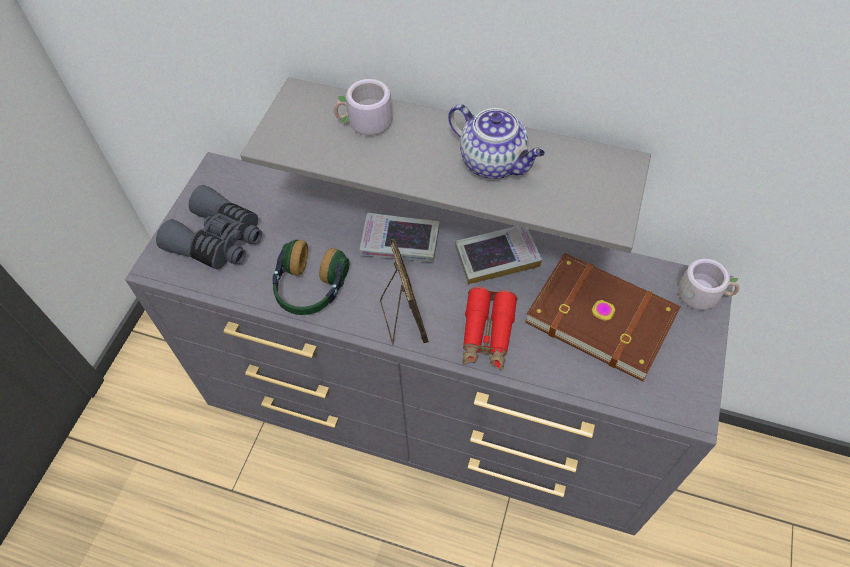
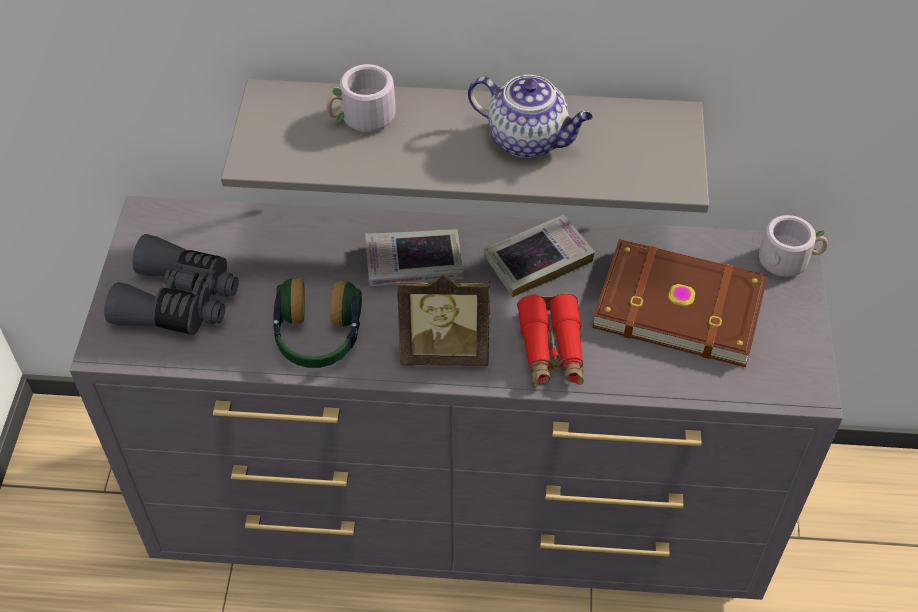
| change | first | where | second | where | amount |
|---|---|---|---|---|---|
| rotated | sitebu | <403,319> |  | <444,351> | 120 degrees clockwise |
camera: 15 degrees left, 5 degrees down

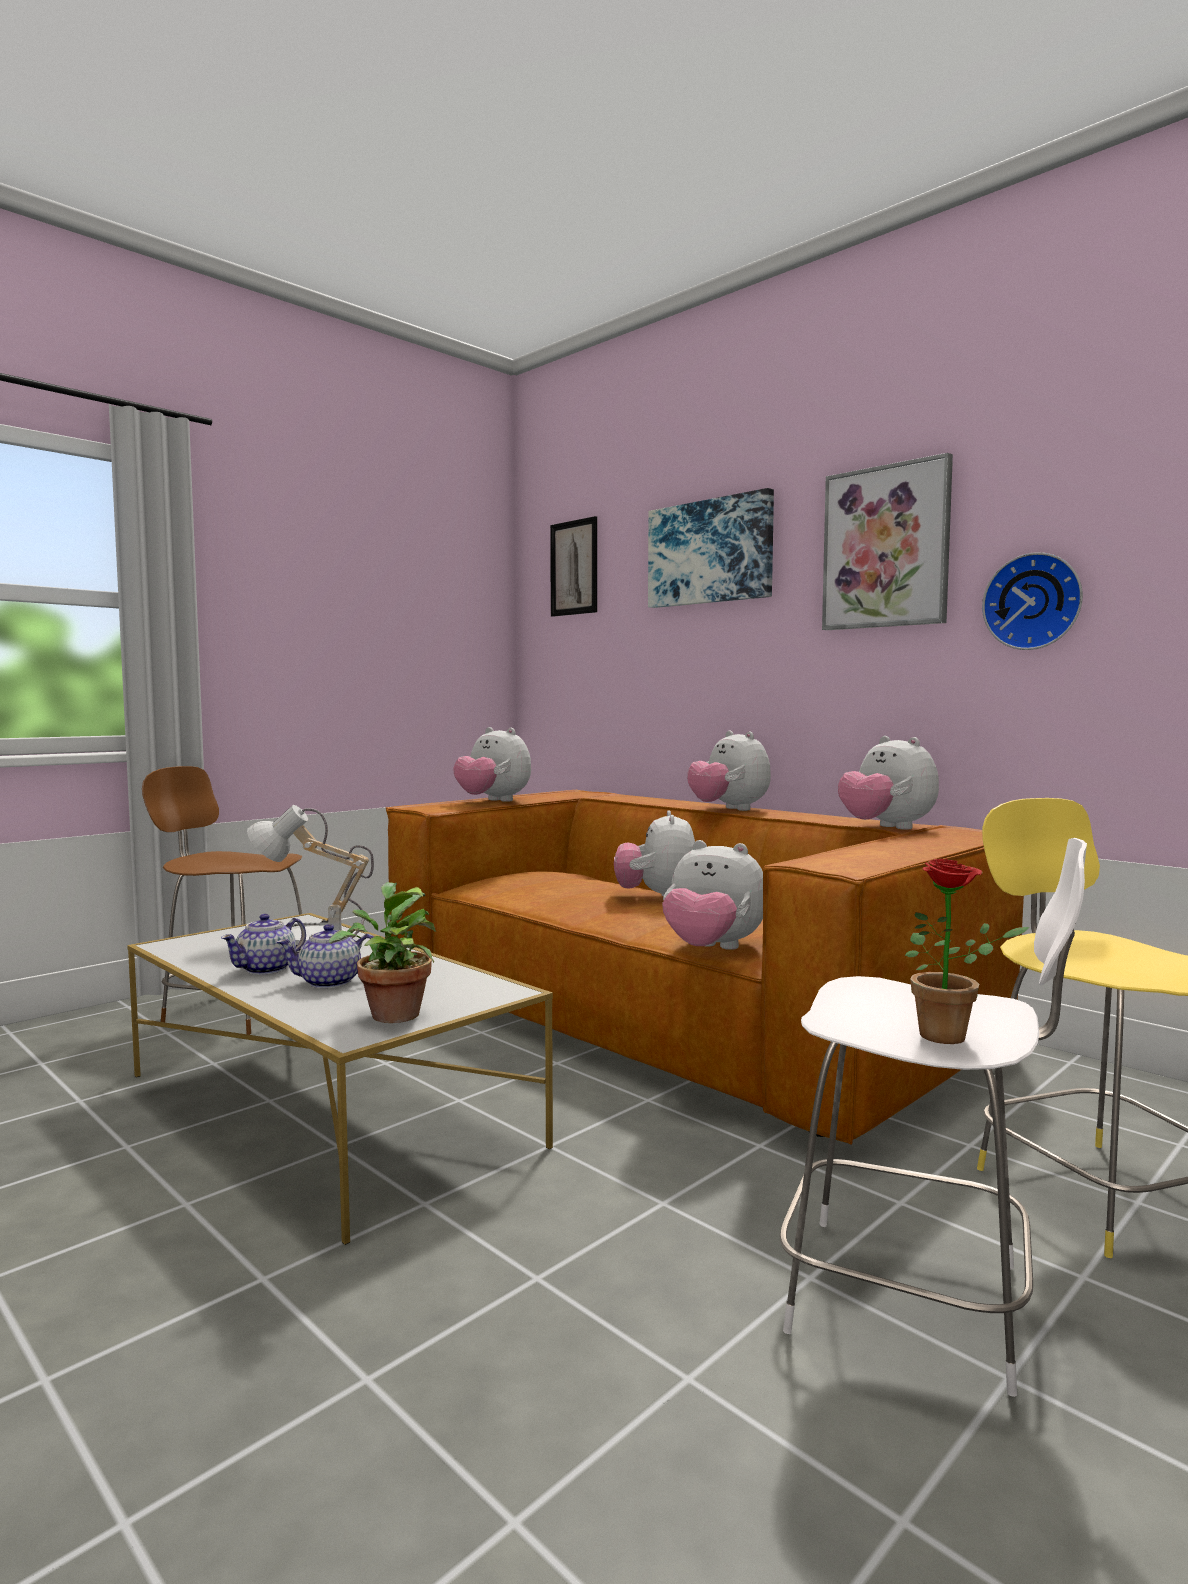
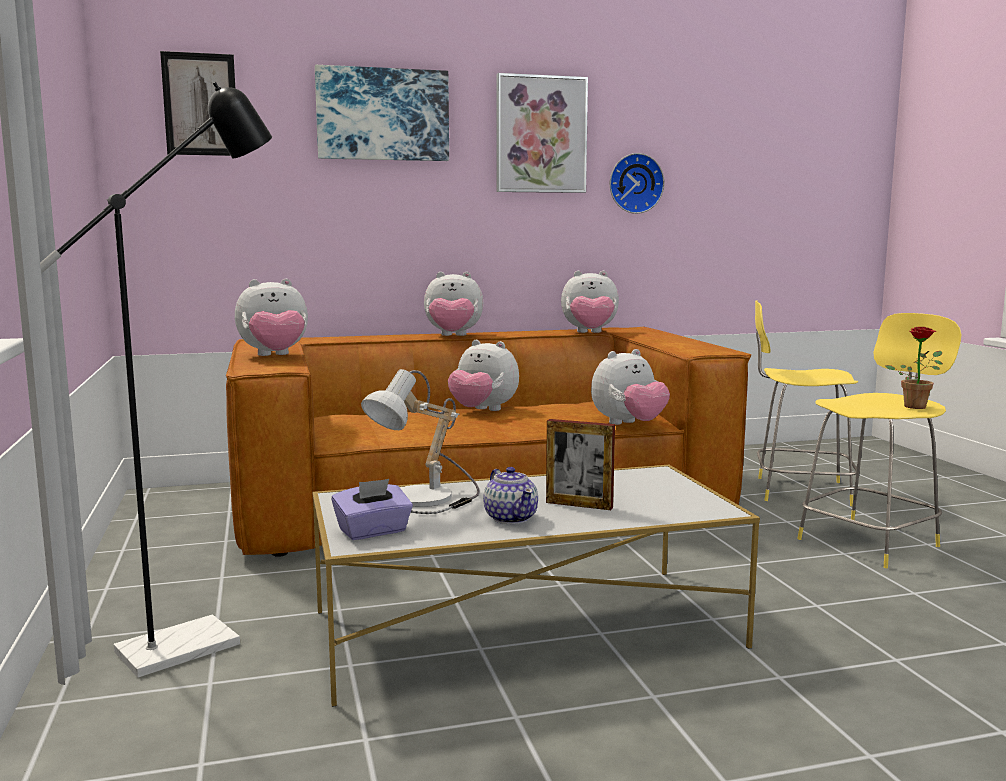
| change | first | where | second | where | amount |
|---|---|---|---|---|---|
| swapped | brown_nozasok | <236,1010> | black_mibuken | <198,641> |  |
| swapped | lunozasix | <331,982> | sitebu | <579,505> |  |
| gone | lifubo | <392,1013> |  |  |  |
| repainted | white_nozasok | <916,1301> | yellow_nozasok | <871,541> |  |
| new |  |  | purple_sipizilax | <373,531> |  |
camera: 60 degrees left, 5 degrees up

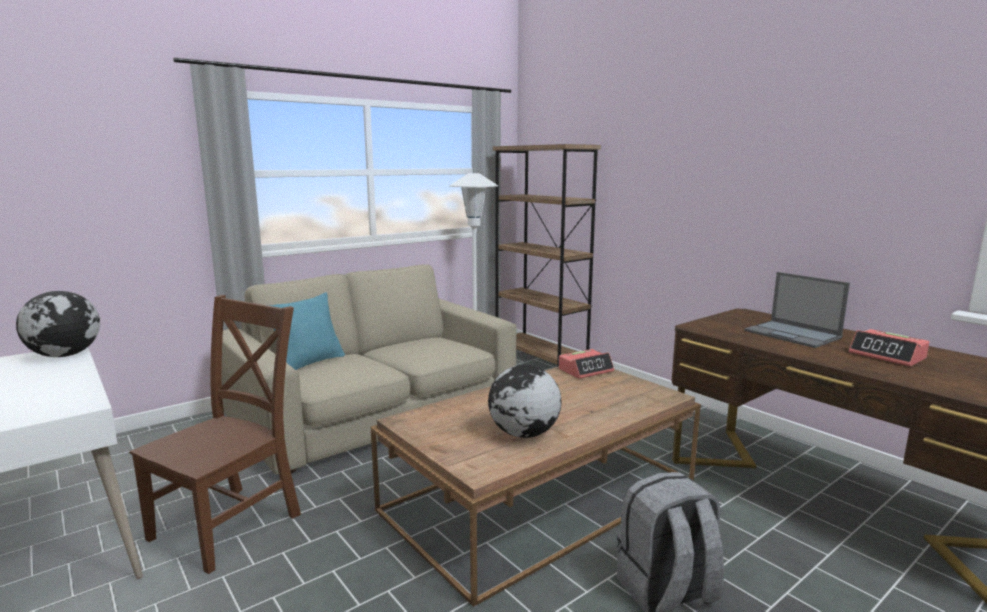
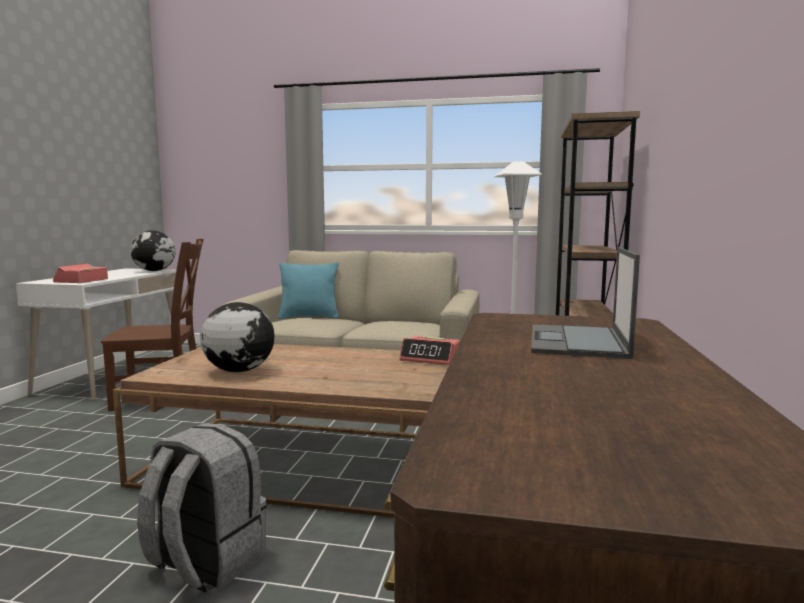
| change | first | where | second | where | amount |
|---|---|---|---|---|---|
| shifted | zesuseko | <887,356> |  | <81,281> |  |
camera: 50 degrees right, 5 degrees down

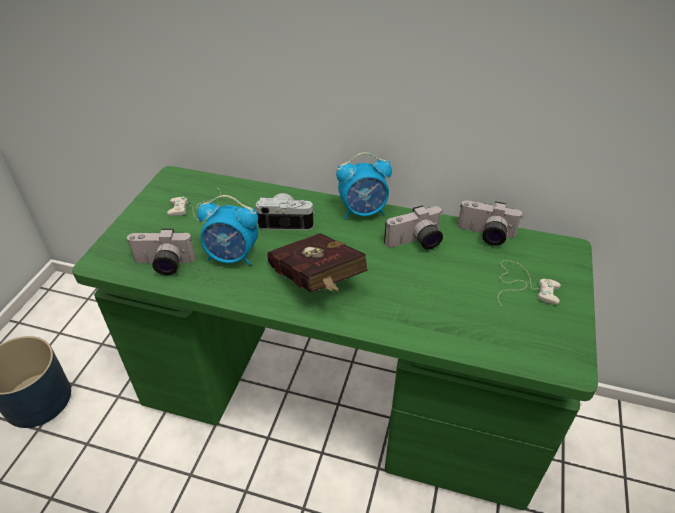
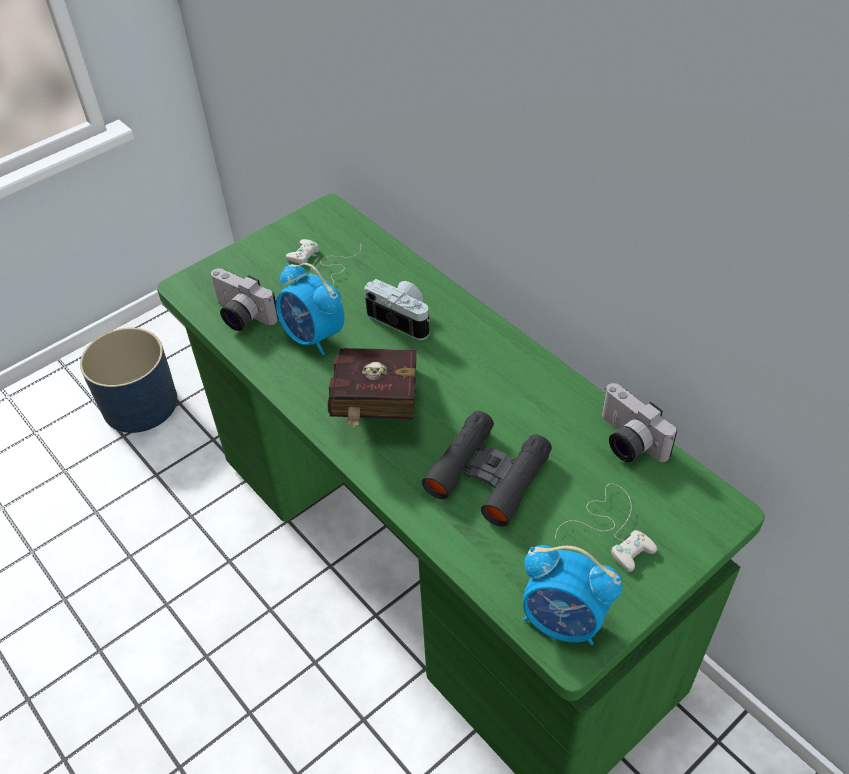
| change | first | where | second | where | amount |
|---|---|---|---|---|---|
| shifted | zesuseko | <363,211> |  | <564,621> |  |
| gone | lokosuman | <416,243> |  |  |  |
| new |  |  | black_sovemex | <488,474> |  |
camera: 35 degrees right, 5 degrees up

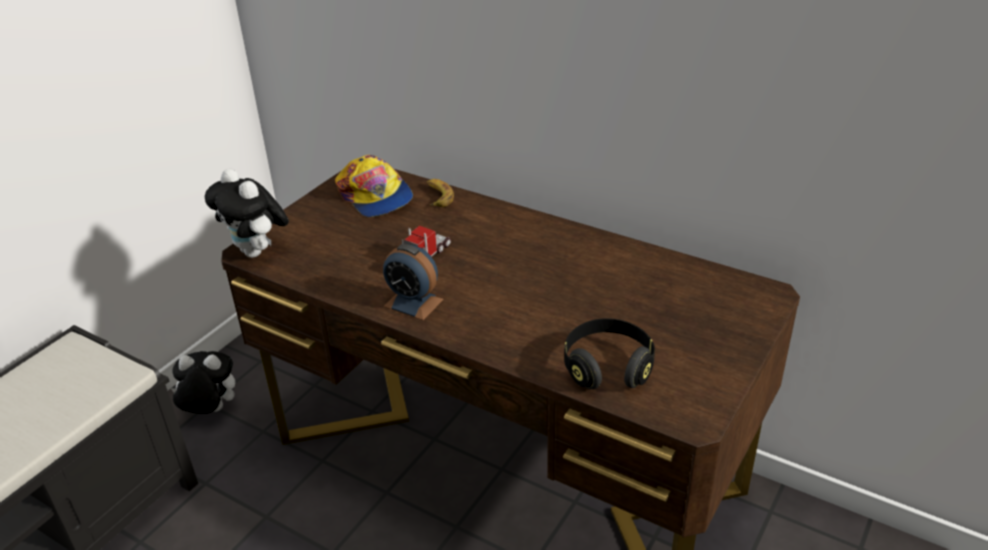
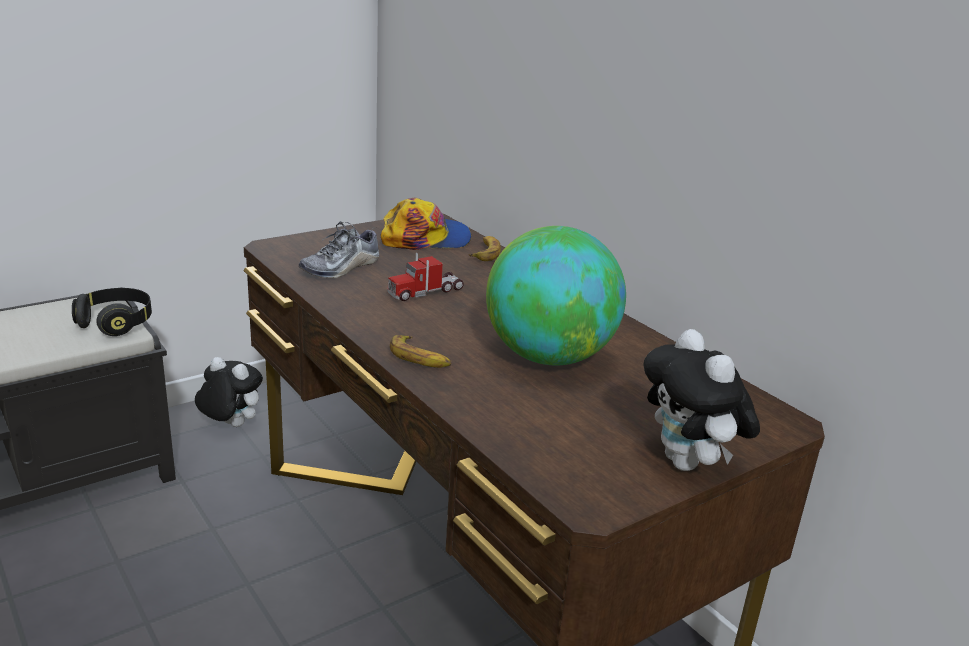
| change | first | where | second | where | amount |
|---|---|---|---|---|---|
| shifted | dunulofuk | <257,252> |  | <688,464> |  |
| rotated | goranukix | <375,196> |  | <426,238> | 90 degrees counterclockwise |
| gone | zesuseko | <413,303> |  |  |  |
| shifted | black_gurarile | <607,367> |  | <116,323> |  |
| new |  |  | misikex | <341,268> |  |
| new |  |  | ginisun | <420,358> |  |
| new |  |  | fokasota | <548,357> |  |
camera: 20 degrees right, 10 degrees down

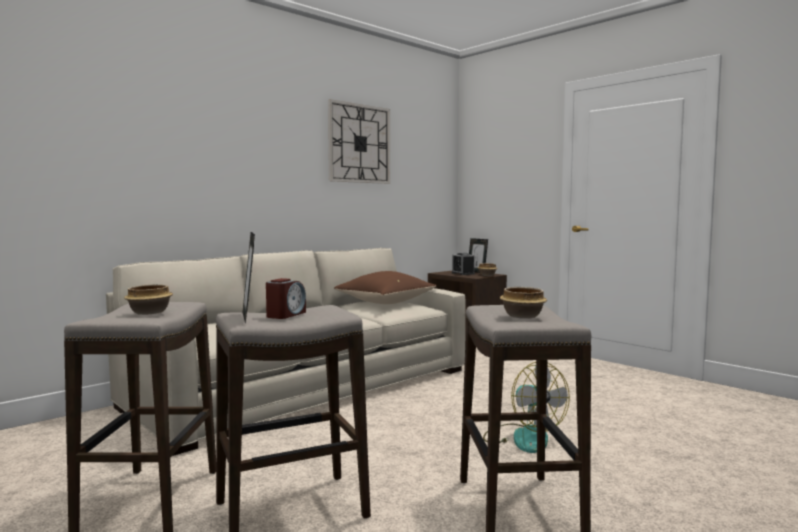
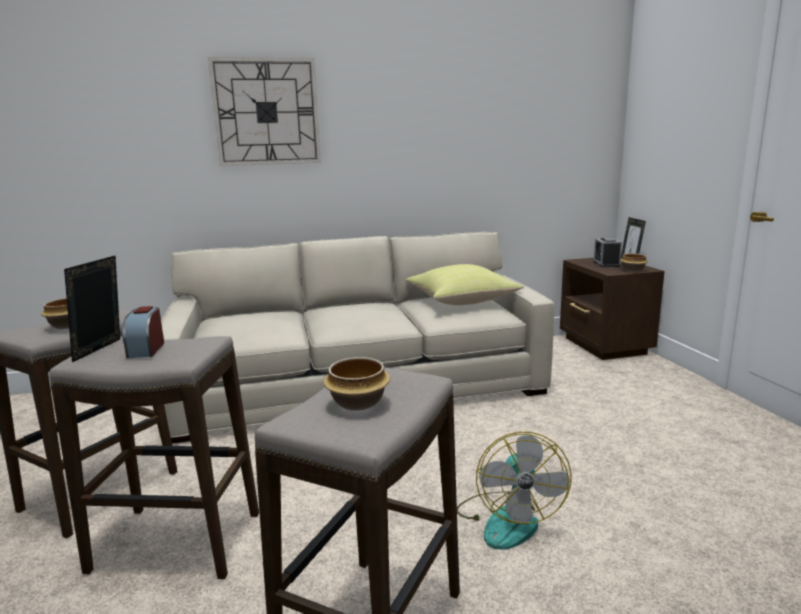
| change | first | where | second | where | amount |
|---|---|---|---|---|---|
| rotated | zesuseko | <286,315> |  | <146,349> | 120 degrees clockwise |
| shifted | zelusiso | <359,144> |  | <266,112> |  |
| repainted | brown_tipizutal | <385,303> | yellow_tipizutal | <462,302> |  |
camera: 30 degrees right, 10 degrees up

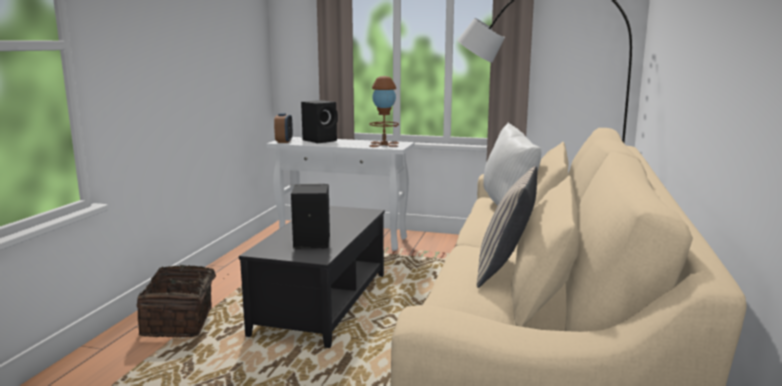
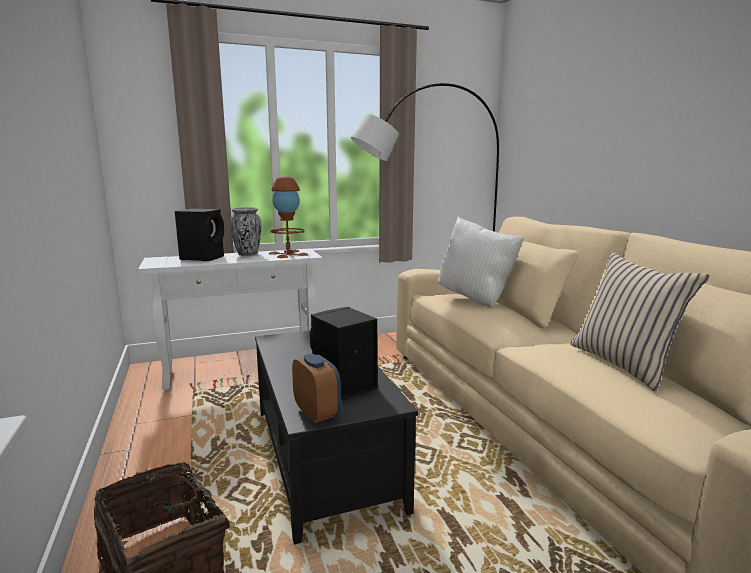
| change | first | where | second | where | amount |
|---|---|---|---|---|---|
| shifted | zesuseko | <284,141> |  | <317,413> |  |
| new |  |  | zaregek | <247,254> |  |
camera: 35 degrees left, 0 degrees up

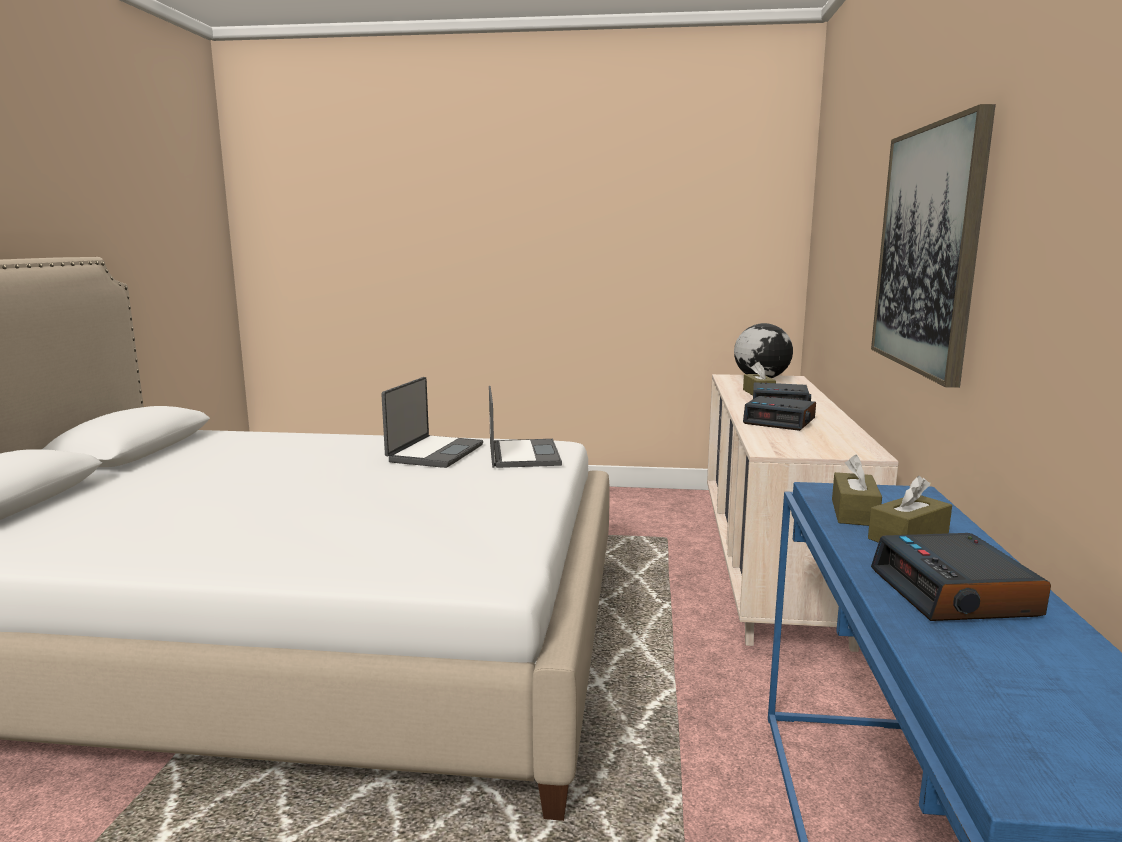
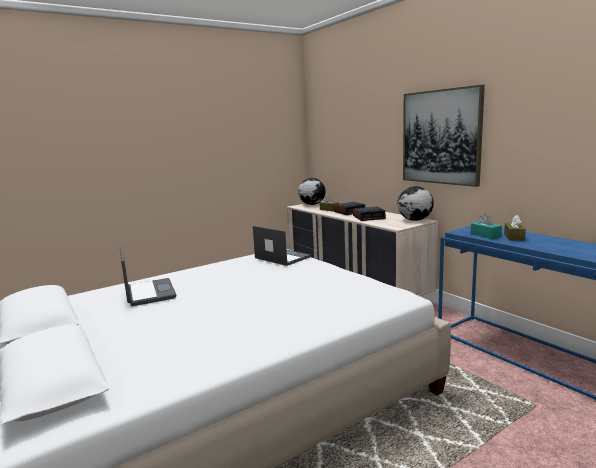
| change | first | where | second | where | amount |
|---|---|---|---|---|---|
| shifted | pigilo | <434,453> |  | <148,293> |  |
| repainted | brown_sipizilax | <854,512> | turquoise_sipizilax | <485,235> |  |
| gone | zesuseko | <955,593> |  |  |  |
| new |  |  | fokasota | <414,220> |  |
camera: 40 degrees left, 0 degrees up

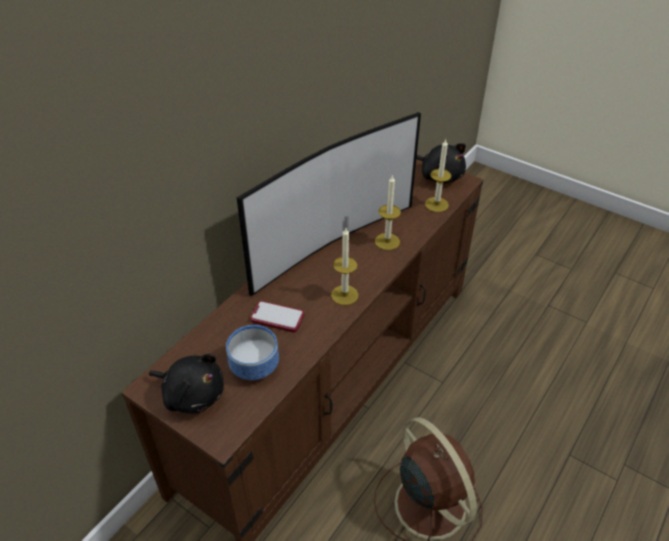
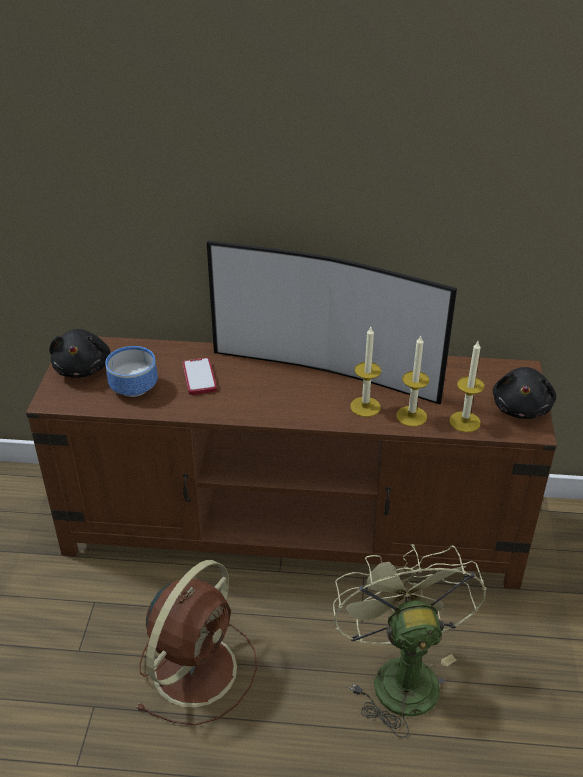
| change | first | where | second | where | amount |
|---|---|---|---|---|---|
| shifted | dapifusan | <344,295> |  | <411,416> |  |
| new |  |  | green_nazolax | <399,674> |  |
camera: 60 degrees right, 5 degrees down

